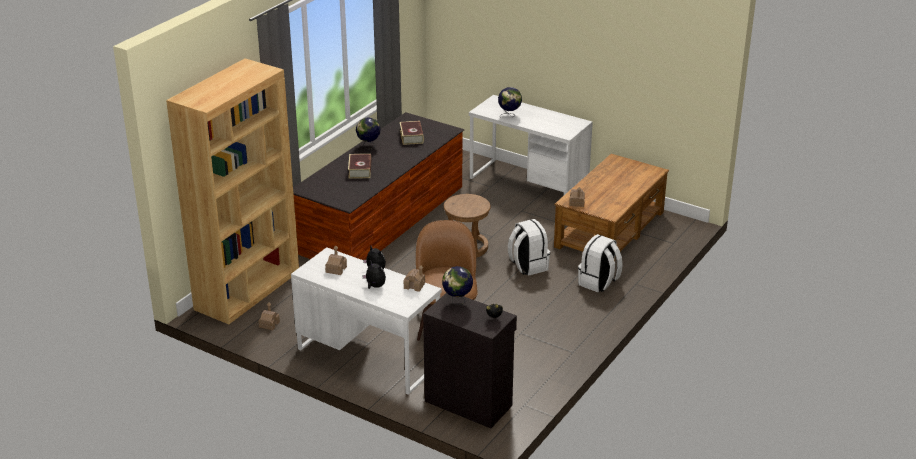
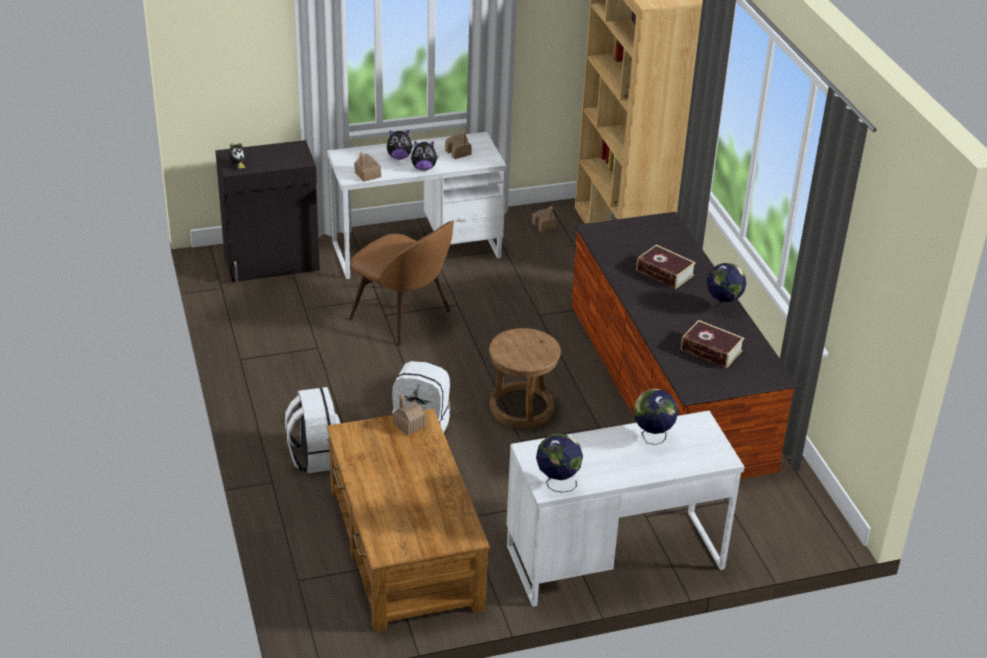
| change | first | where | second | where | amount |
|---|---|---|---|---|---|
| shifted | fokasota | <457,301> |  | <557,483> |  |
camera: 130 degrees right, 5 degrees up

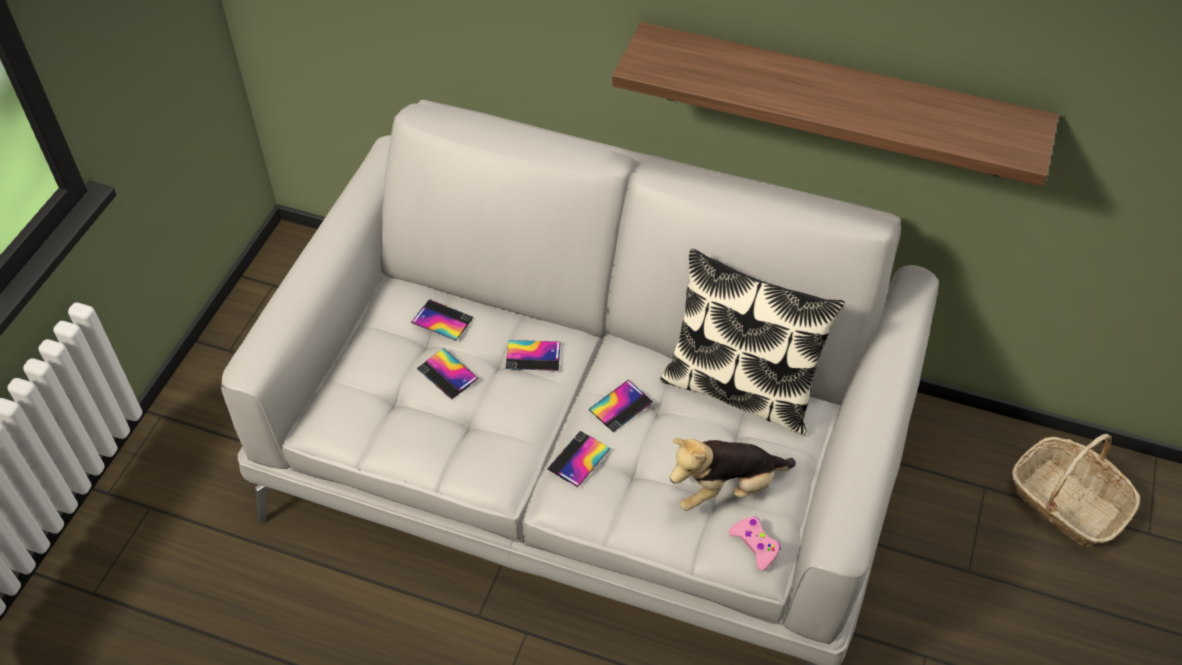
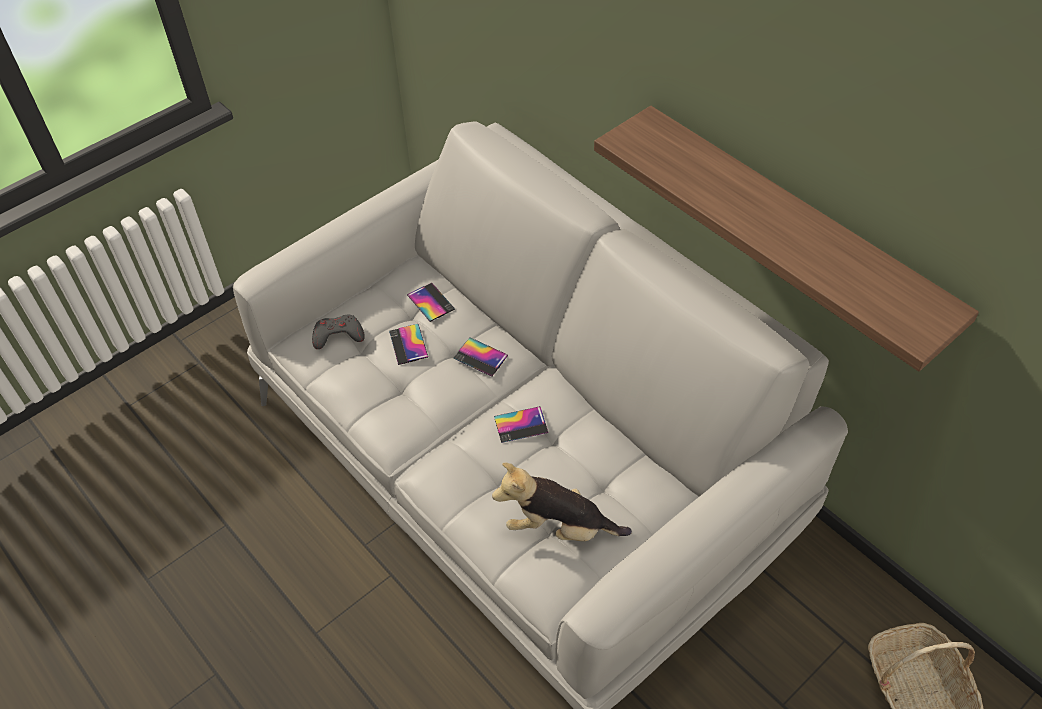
| change | first | where | second | where | amount |
|---|---|---|---|---|---|
| gone | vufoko | <579,459> |  |  |  |
| gone | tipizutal | <740,389> |  |  |  |
| gone | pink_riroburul | <755,545> |  |  |  |
| new |  |  | grey_riroburul | <338,335> |  |
camera: 30 degrees right, 0 degrees up

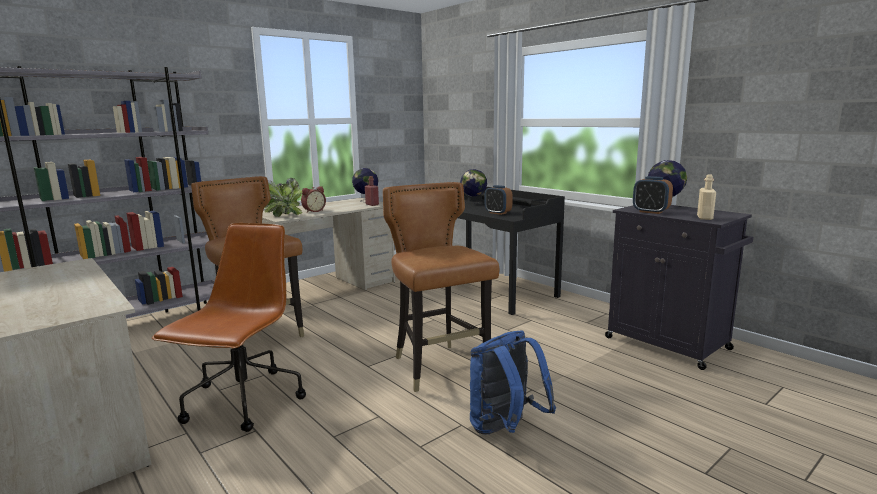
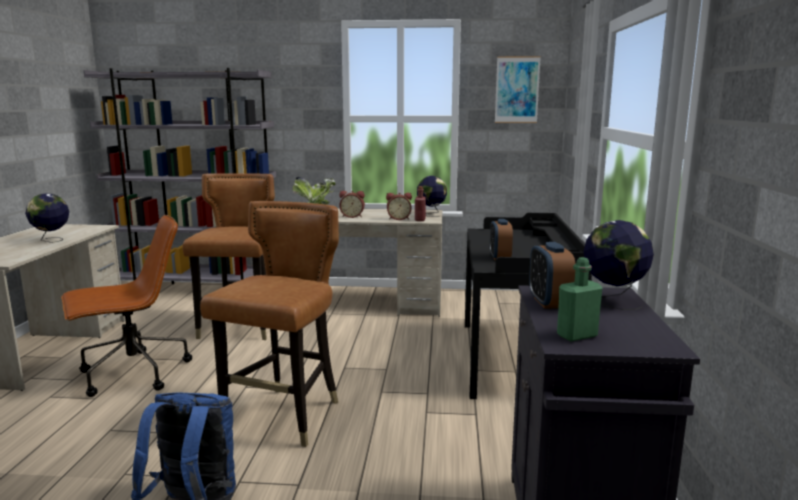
| change | first | where | second | where | amount |
|---|---|---|---|---|---|
| shifted | fokasota | <473,203> |  | <51,240> |  |
| repainted | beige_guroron | <704,218> | green_guroron | <577,335> |  |
| new |  |  | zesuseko | <398,218> |  |
| new |  |  | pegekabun | <517,90> |  |
camera: 45 degrees right, 0 degrees up

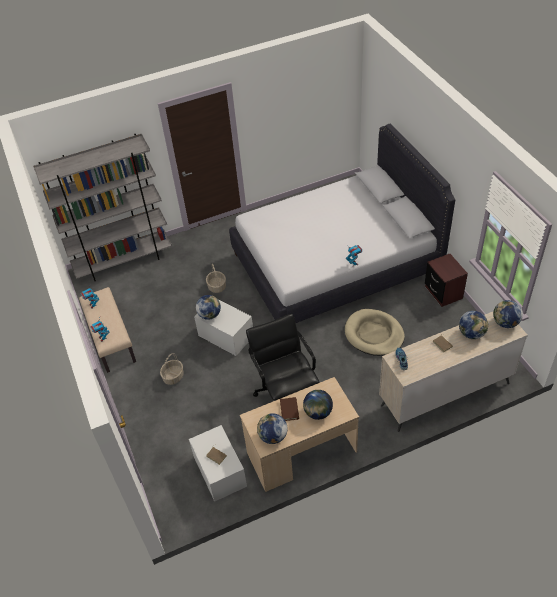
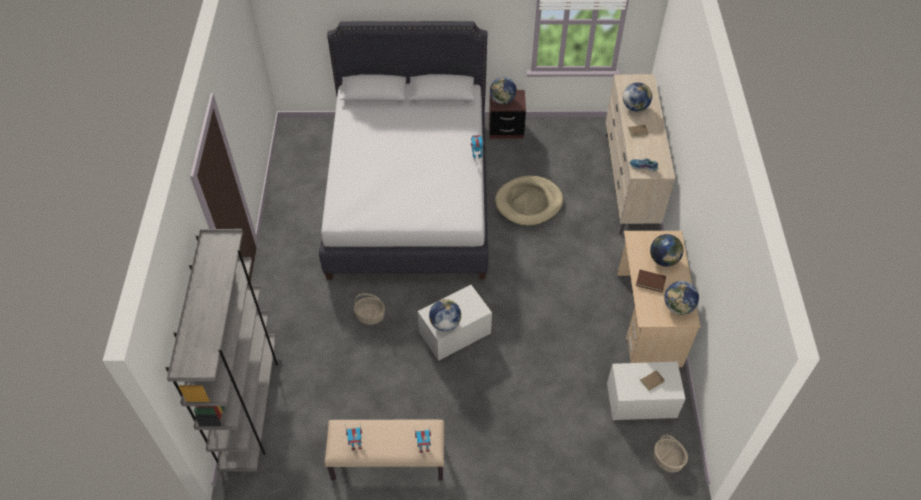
| change | first | where | second | where | amount |
|---|---|---|---|---|---|
| shifted | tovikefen | <173,376> |  | <667,459> |  |
| gone | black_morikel | <285,391> |  |  |  |
| shifted | fokasota | <505,323> |  | <502,100> |  |
camera: 70 degrees left, 5 degrees up

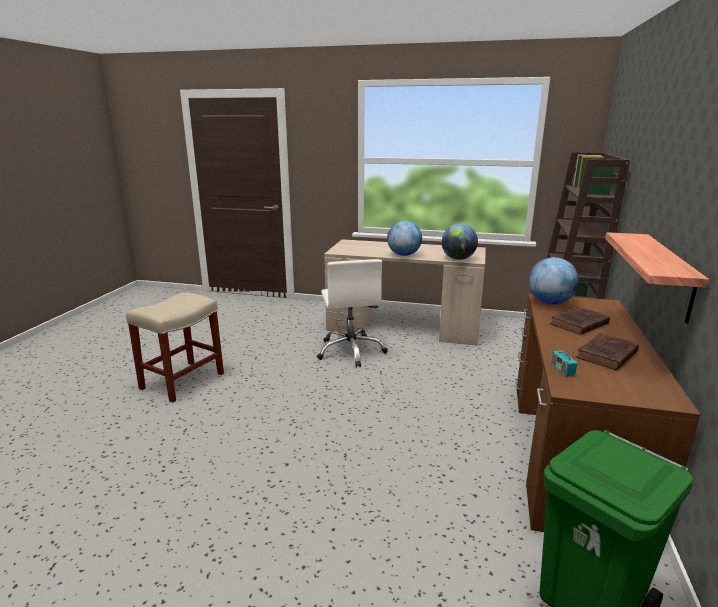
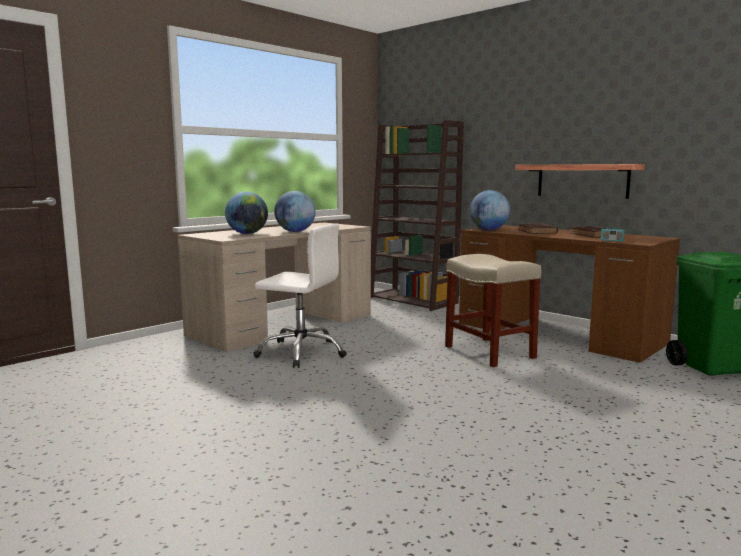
| change | first | where | second | where | amount |
|---|---|---|---|---|---|
| shifted | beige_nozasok | <183,380> |  | <488,352> |  |
| shifted | fokasota | <458,259> |  | <247,233> |  |
camera: 60 degrees left, 10 degrees down

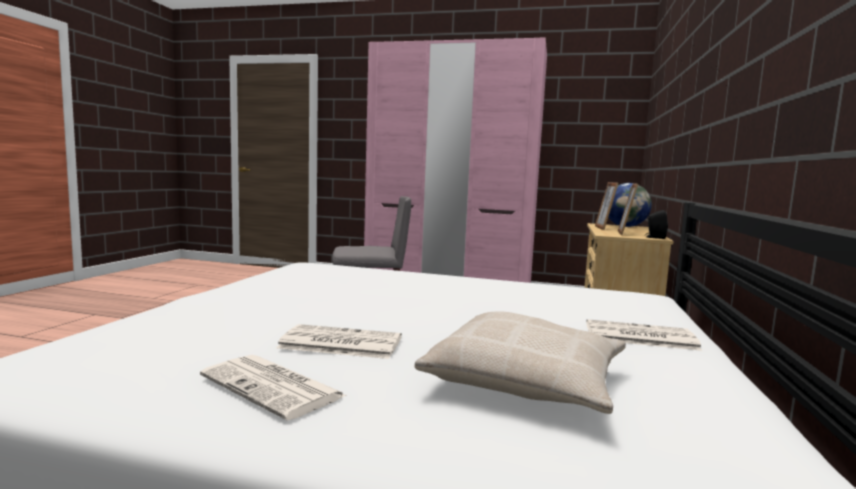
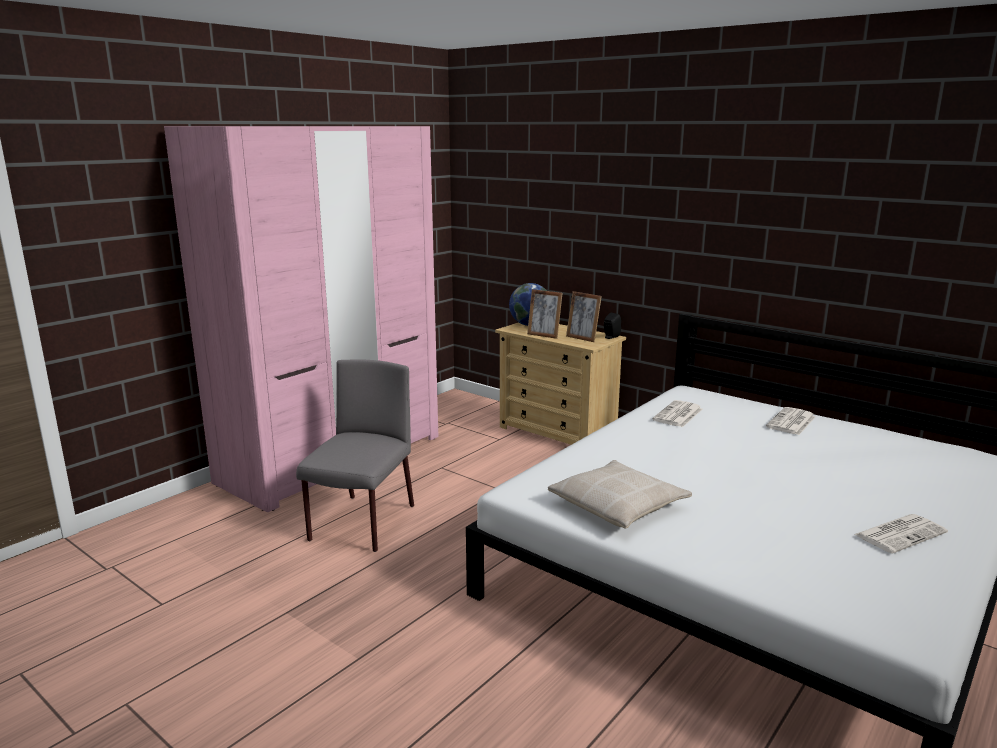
| change | first | where | second | where | amount |
|---|---|---|---|---|---|
| shifted | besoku | <339,343> |  | <678,415> |  |
| shifted | beige_tipizutal | <526,380> |  | <618,505> |  |
camera: 65 degrees left, 10 degrees up

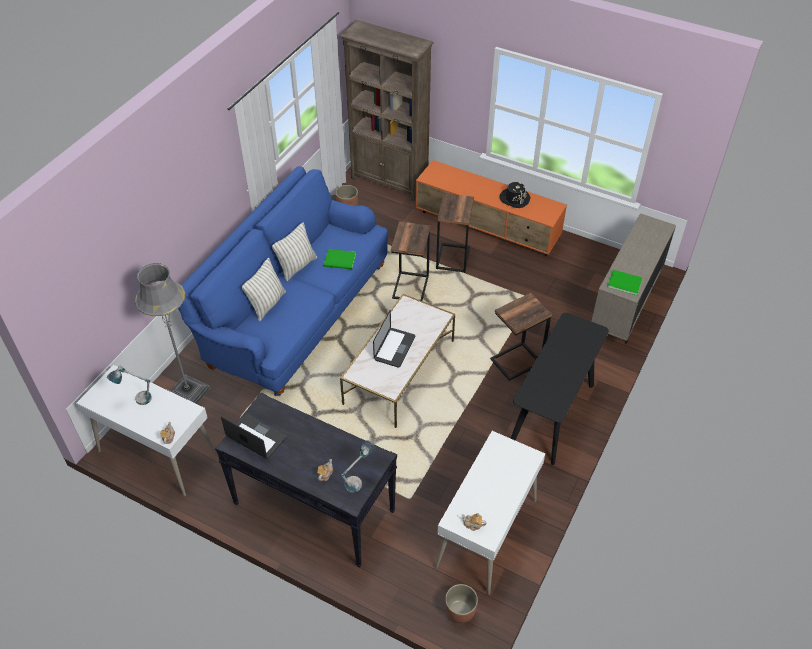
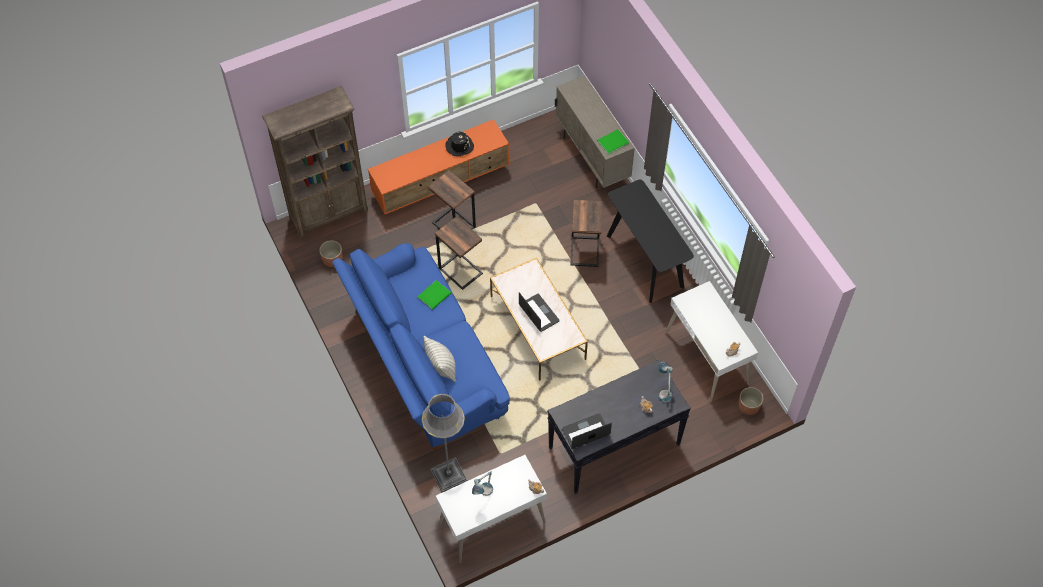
| change | first | where | second | where | amount |
|---|---|---|---|---|---|
| gone | tipizutal | <297,266> |  |  |  |
camera: 55 degrees left, 10 degrees up

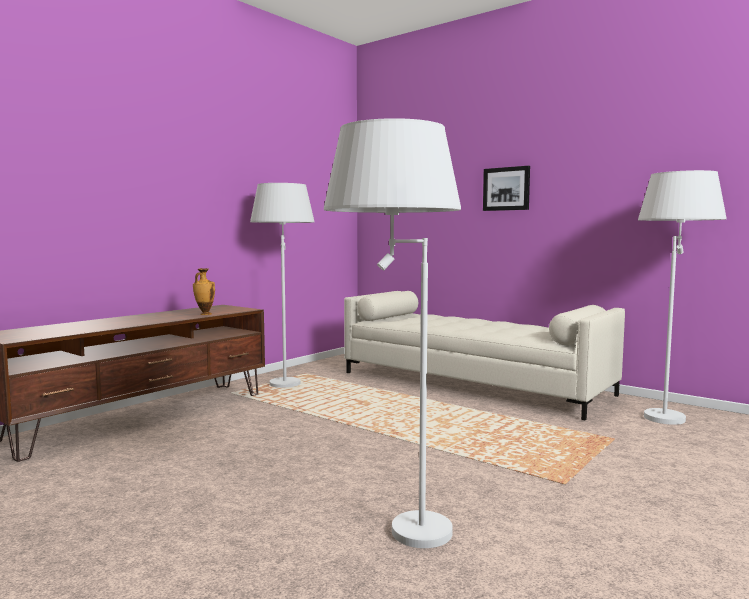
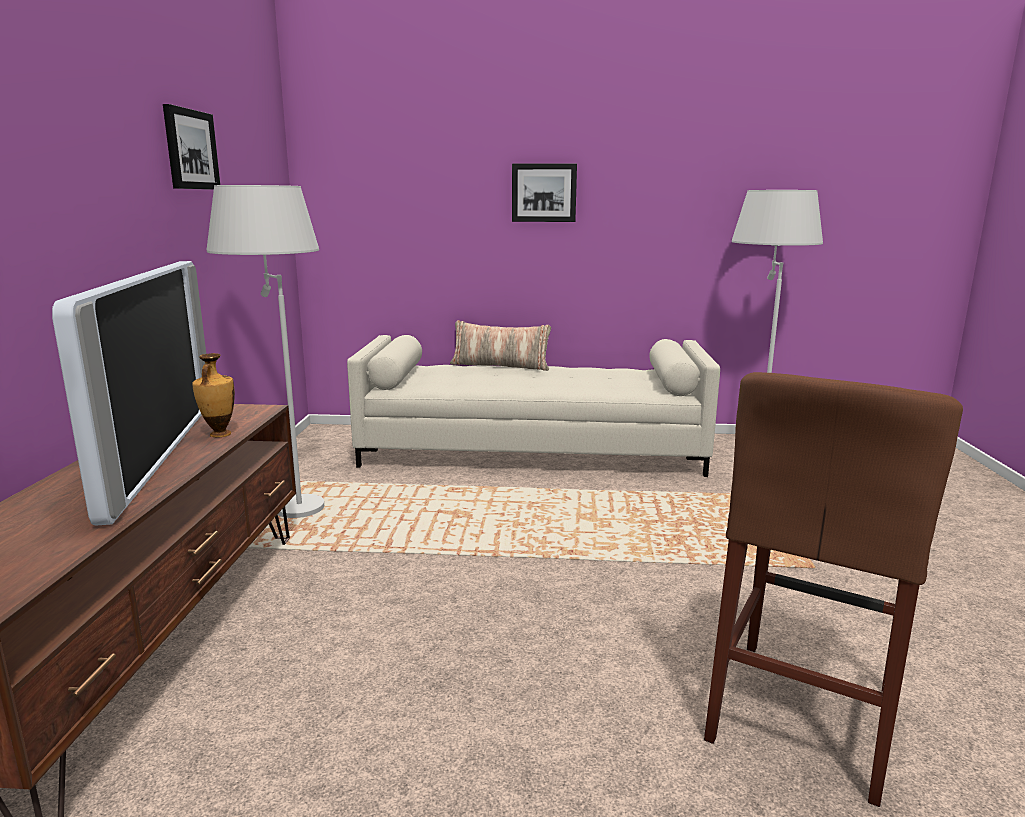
| change | first | where | second | where | amount |
|---|---|---|---|---|---|
| swapped | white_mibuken | <391,539> | brown_nozasok | <803,713> |  |
| new |  |  | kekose | <153,453> |  |
| new |  |  | pegekabun | <190,149> |  |
| new |  |  | tipizutal | <500,366> |  |
camera: 35 degrees left, 10 degrees up

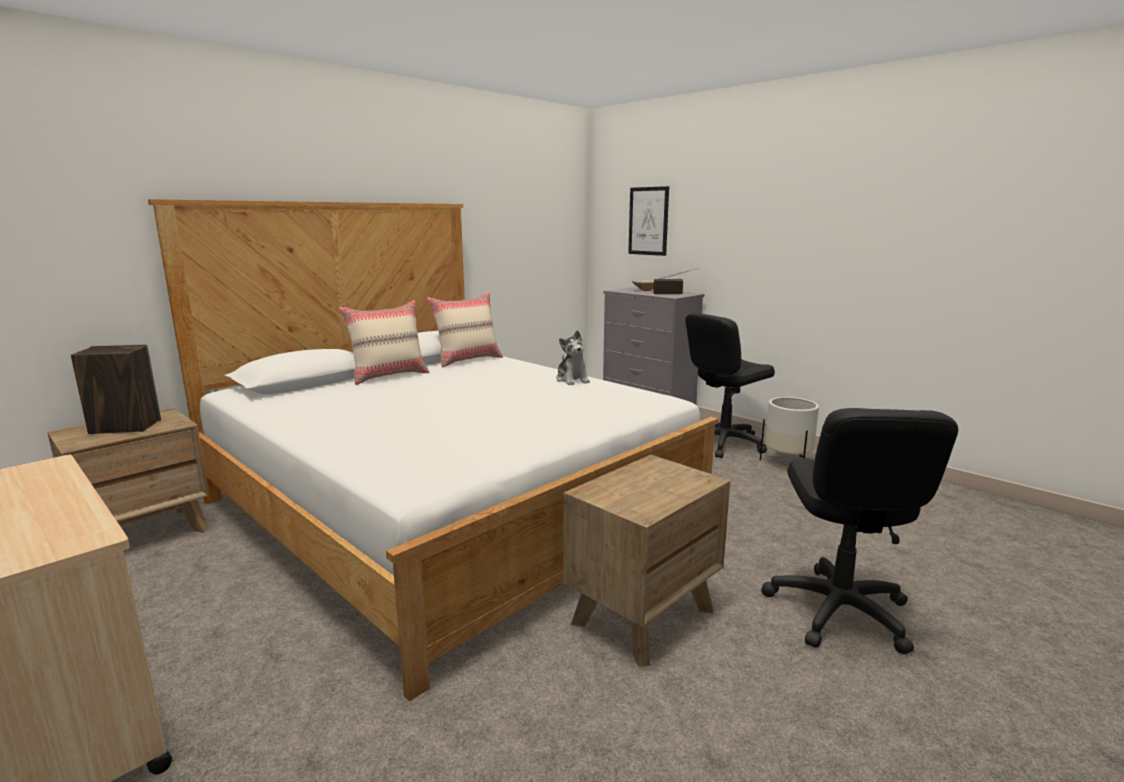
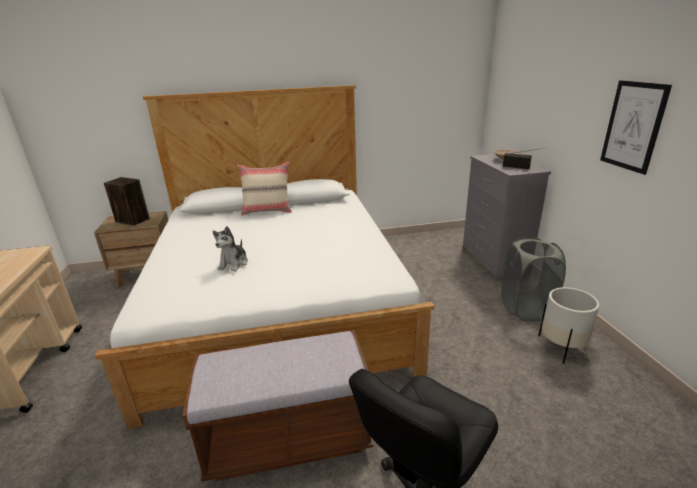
| change | first | where | second | where | amount |
|---|---|---|---|---|---|
| gone | beige_tipizutal | <468,360> |  |  |  |
| shifted | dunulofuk | <572,380> |  | <234,264> |  |
| swapped | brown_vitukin | <643,615> | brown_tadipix | <288,437> |  |
| shifted | pegekabun | <648,221> |  | <633,126> |  |
| swapped | black_morikel | <723,443> | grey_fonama | <525,308> |  |
camera: 35 degrees right, 10 degrees up

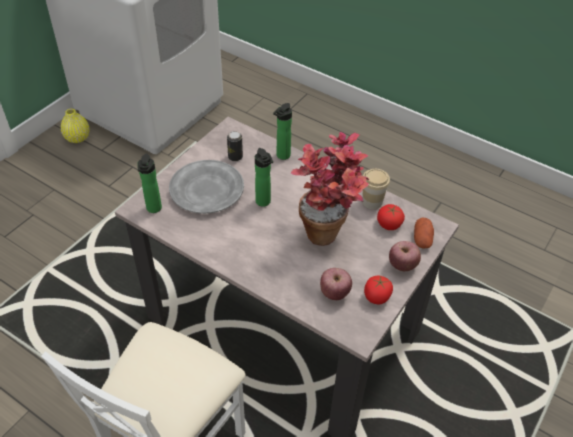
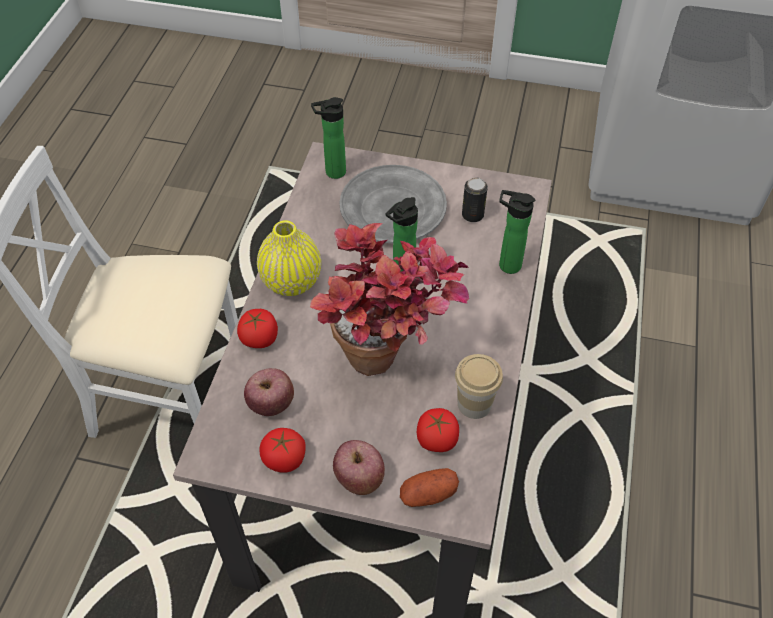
| change | first | where | second | where | amount |
|---|---|---|---|---|---|
| shifted | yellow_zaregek | <77,138> |  | <291,281> |  |
| new |  |  | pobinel | <259,338> |  |
camera: 70 degrees right, 5 degrees up

